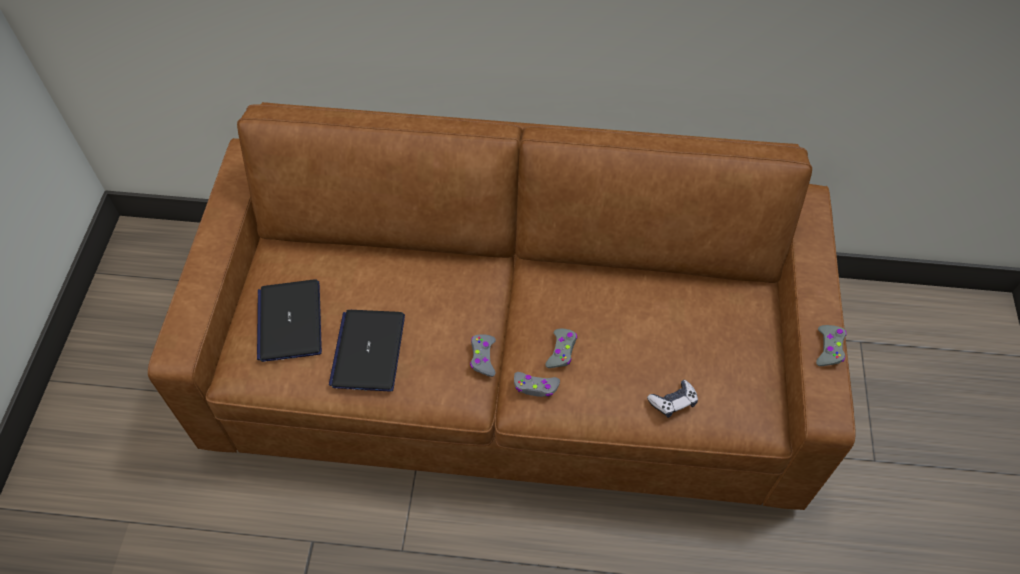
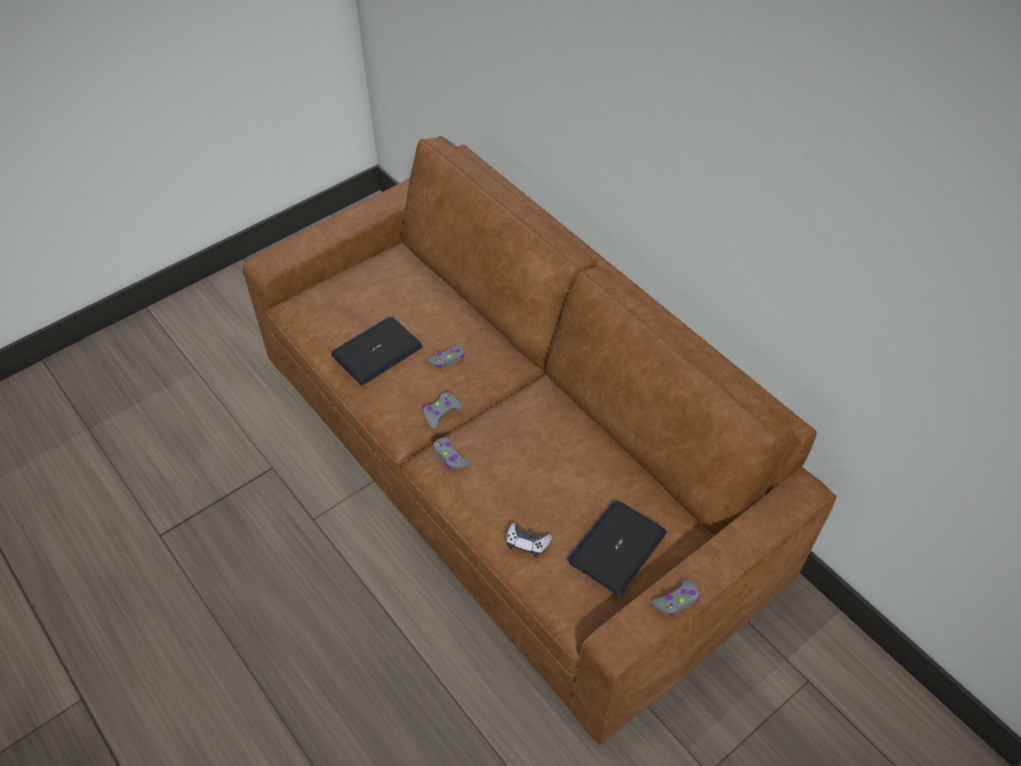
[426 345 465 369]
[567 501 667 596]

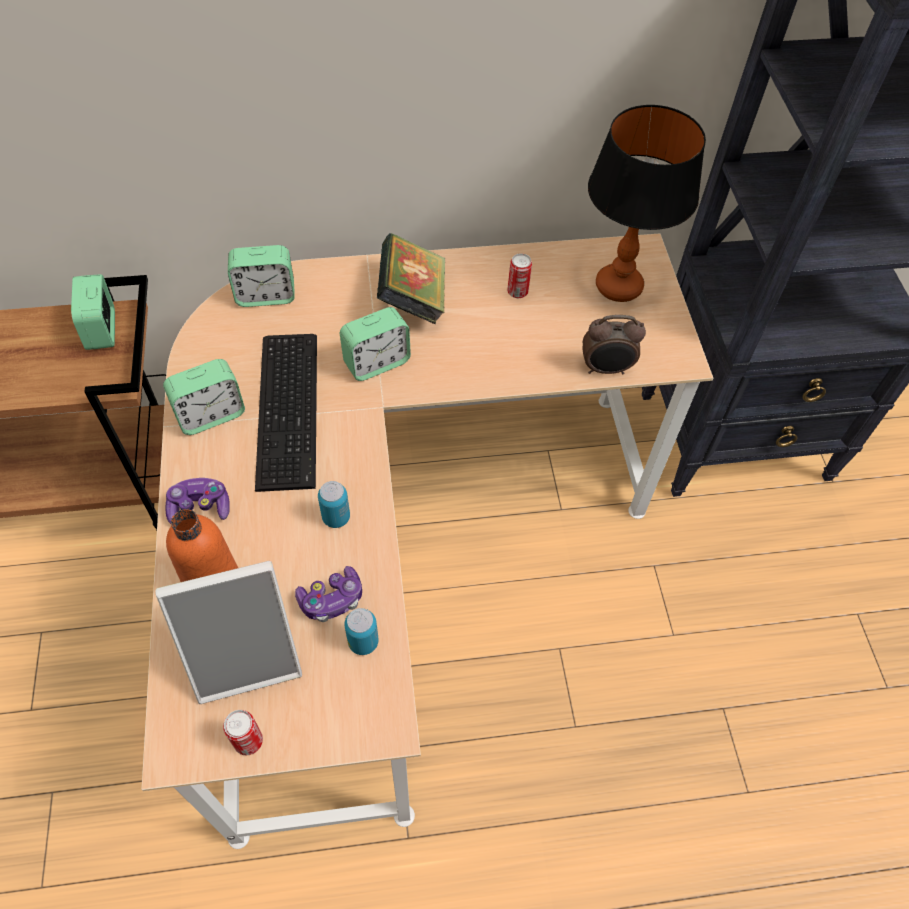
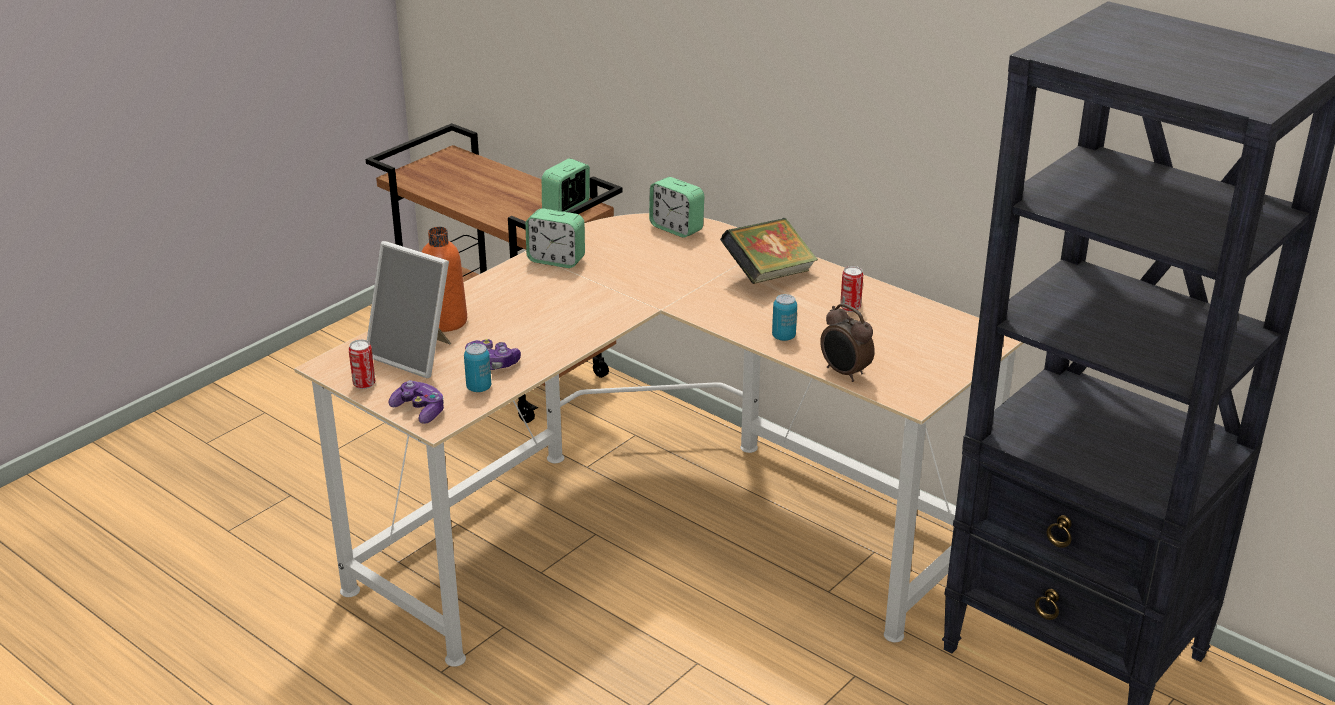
[389 380 444 424]
[772 294 797 341]
[255 334 317 492] (first image)
[340 307 411 381] (first image)
[588 105 706 302] (first image)

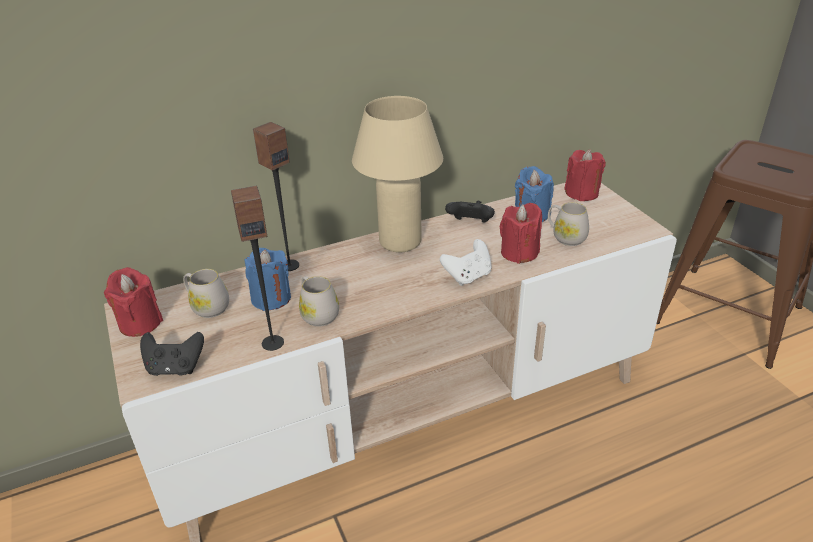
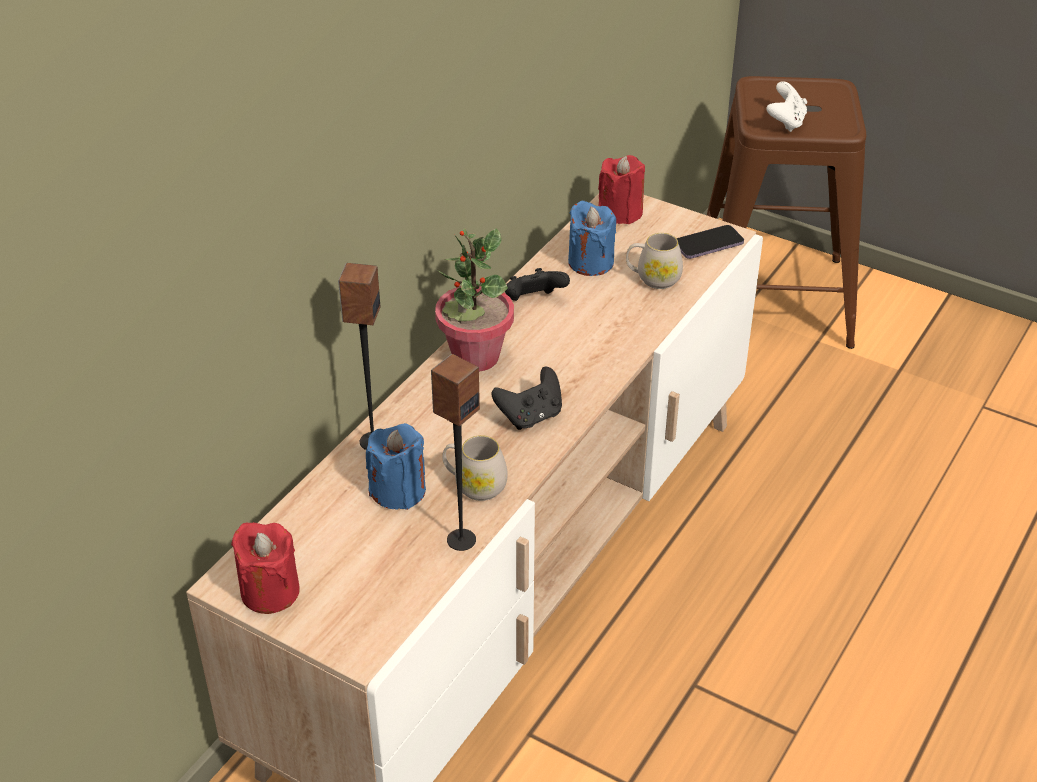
[435 228 514 372]
[492 367 562 430]
[677 225 744 259]
[767 81 807 132]
[183 269 229 318] (first image)
[500 203 542 264] (first image)

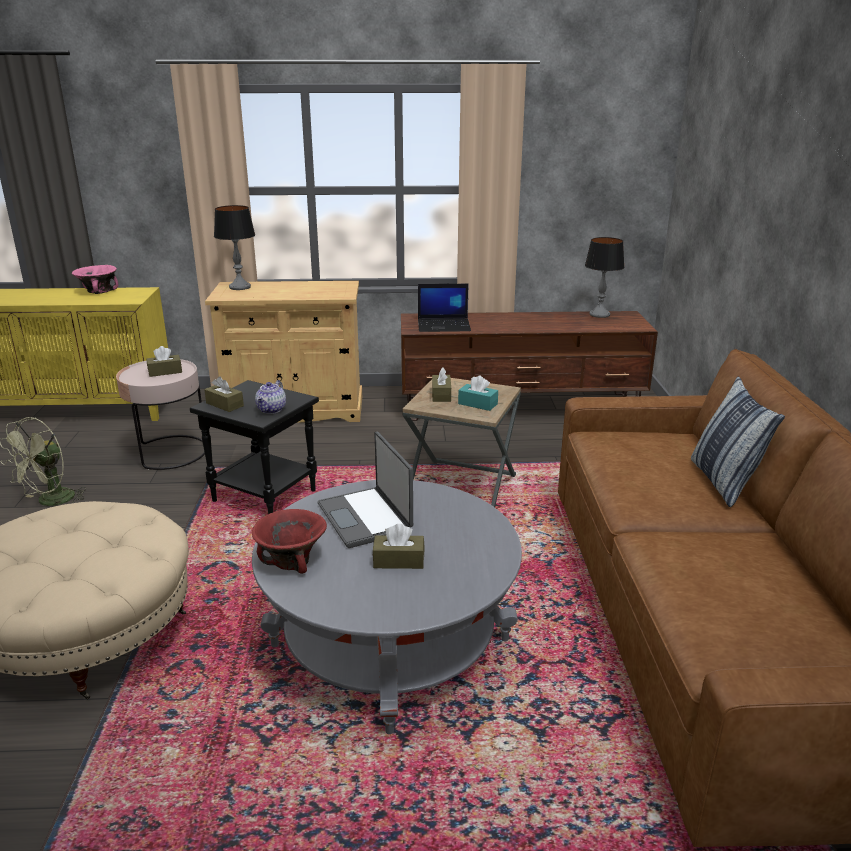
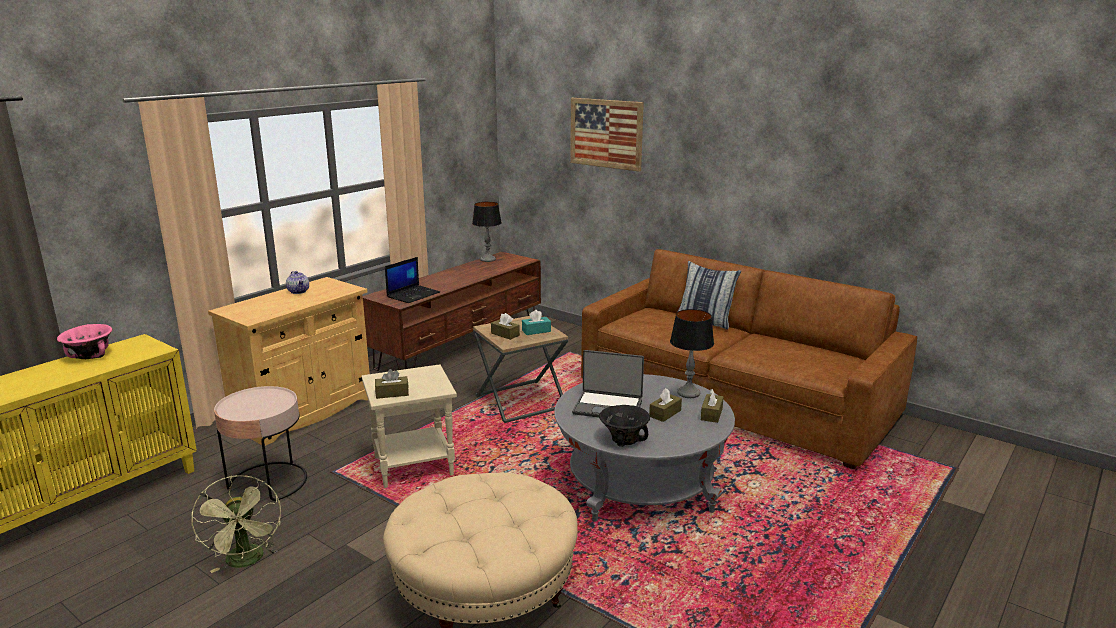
[286 271 309 294]
[361 364 457 488]
[570 98 644 172]
[599 405 650 447]
[670 309 714 398]
[701 389 723 423]

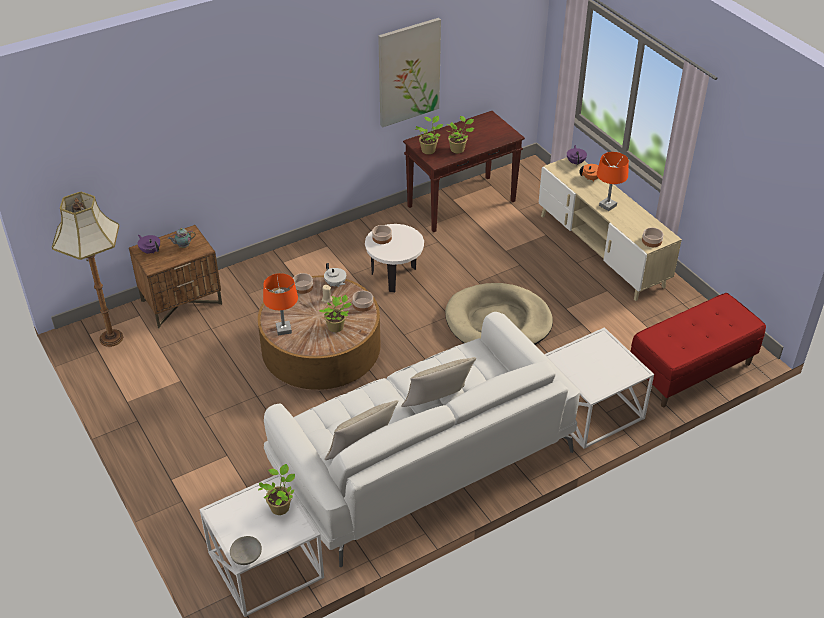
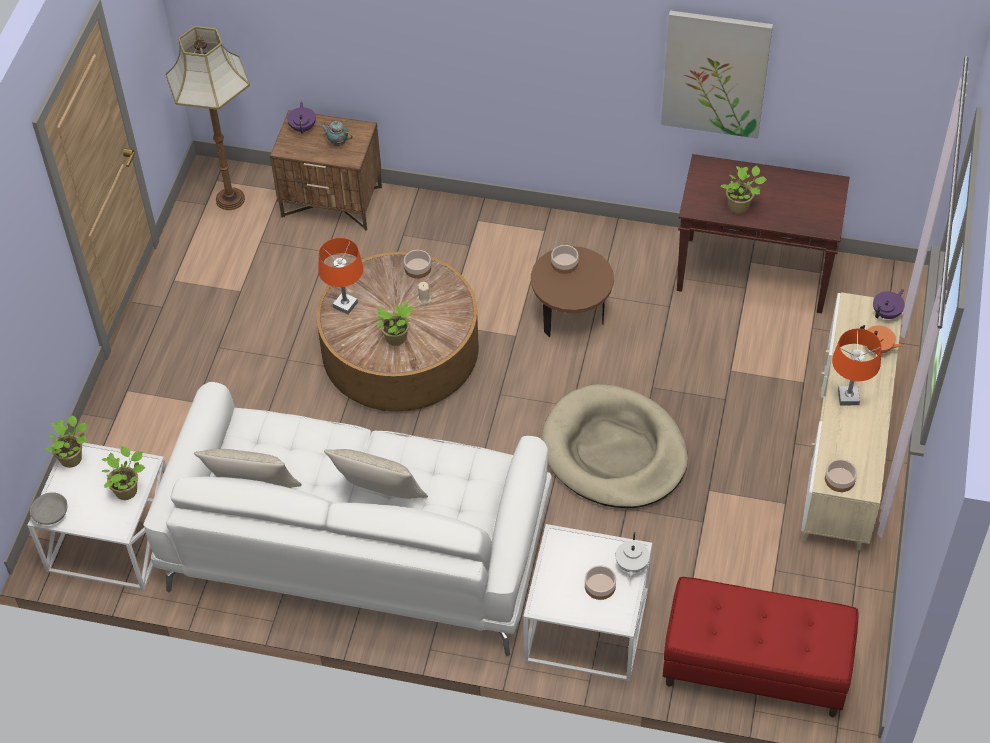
[45 415 88 468]
[531 246 614 337]
[585 565 616 600]
[615 532 650 578]

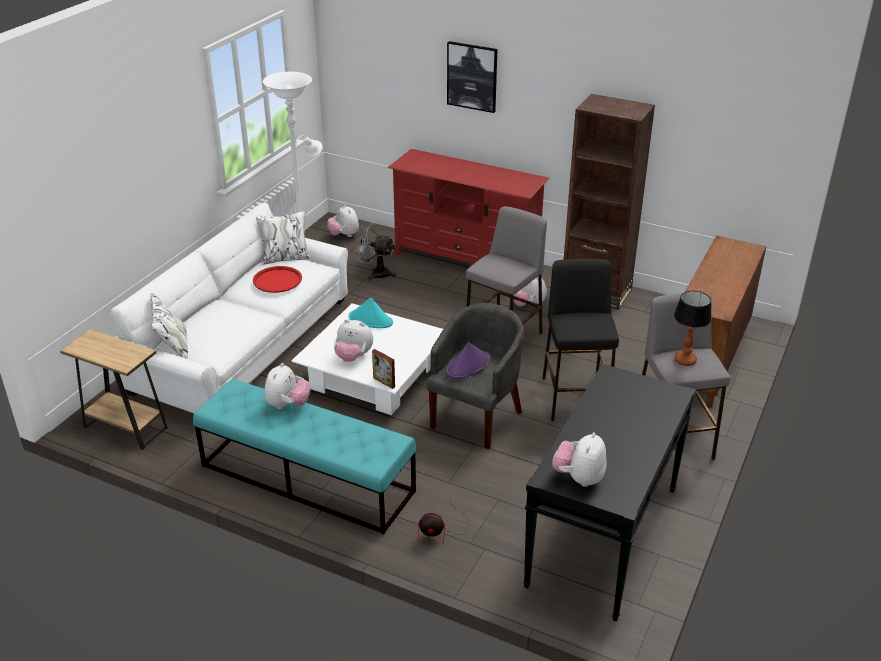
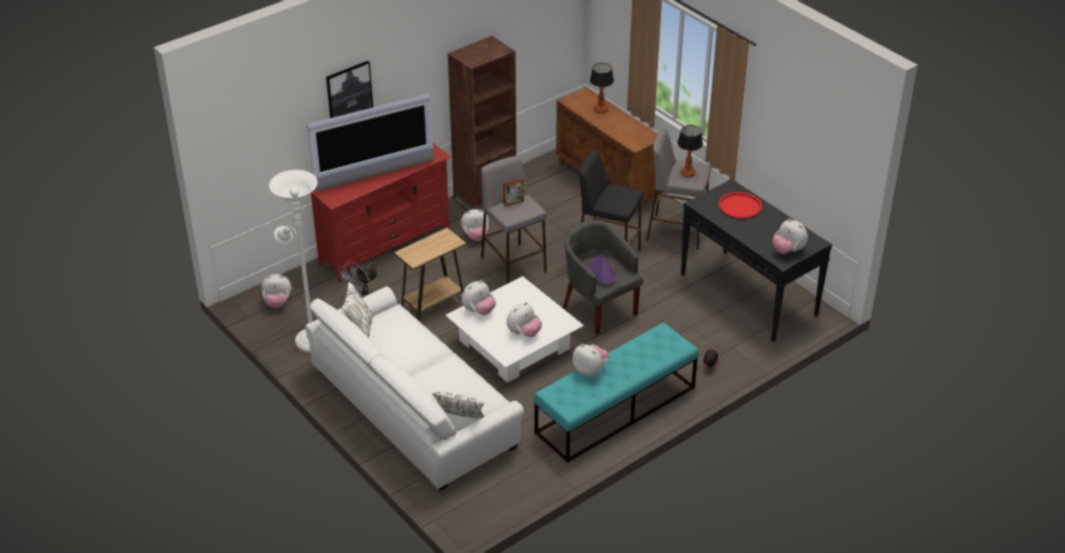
[307 94 434 192]
[394 228 466 322]
[461 280 496 315]
[503 178 524 206]
[590 63 614 113]
[719 192 762 219]

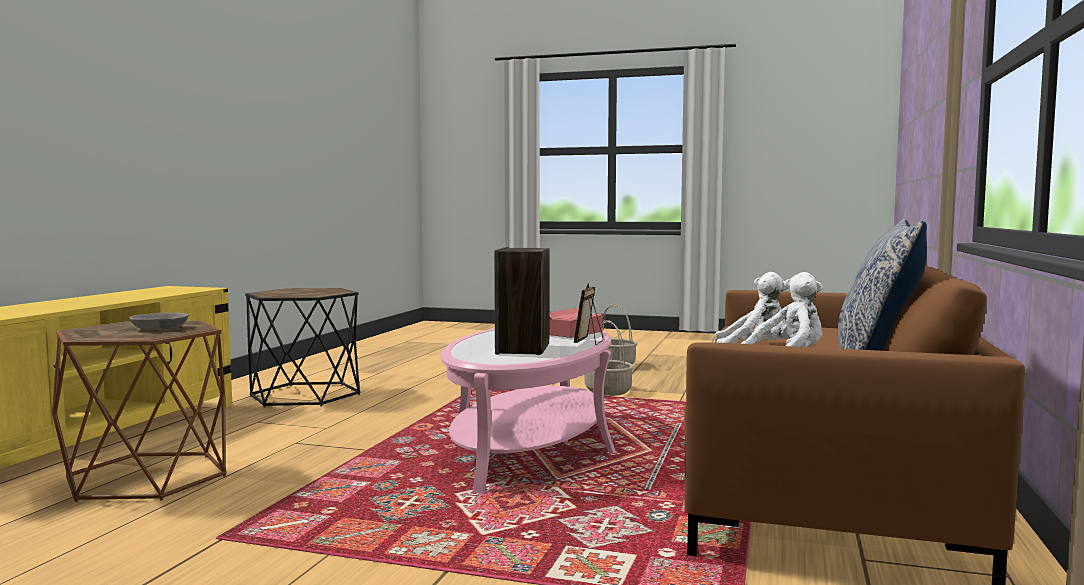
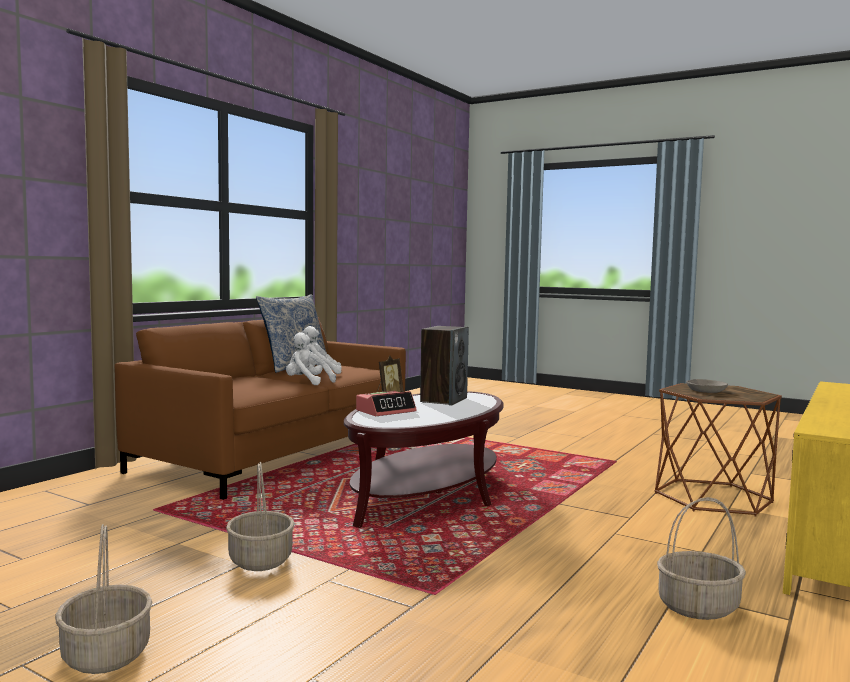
[344 391 504 528]
[657 497 746 620]

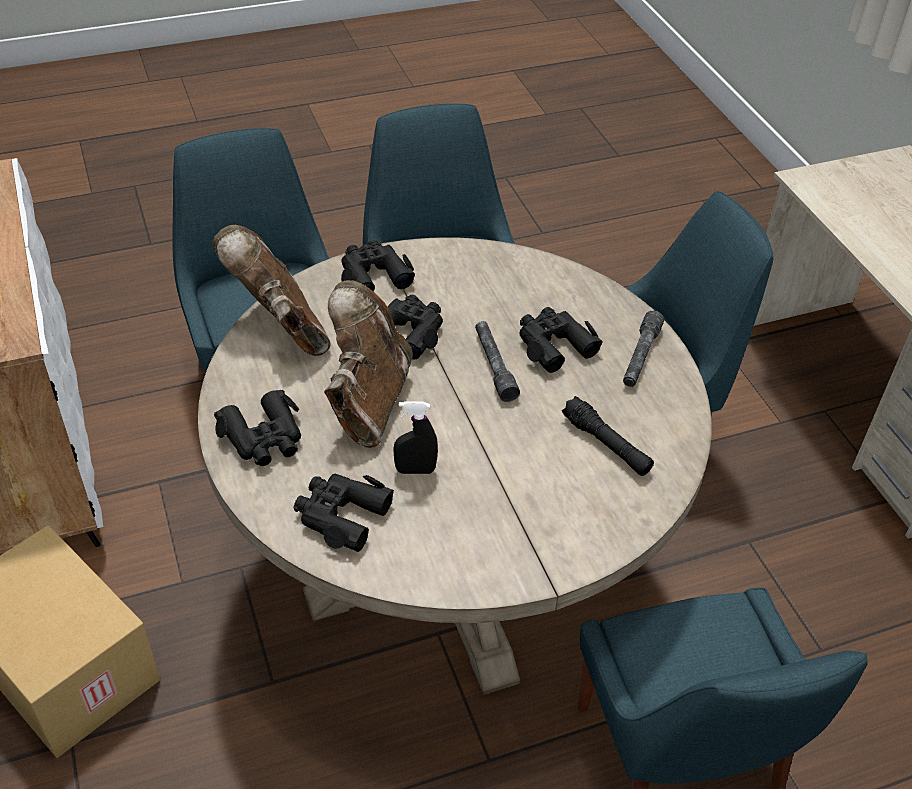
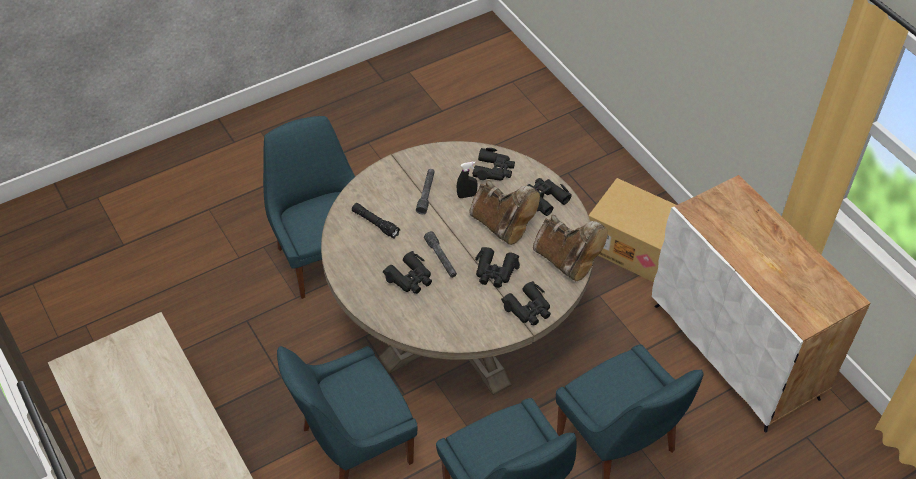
[416 169 435 215]
[469 180 540 245]

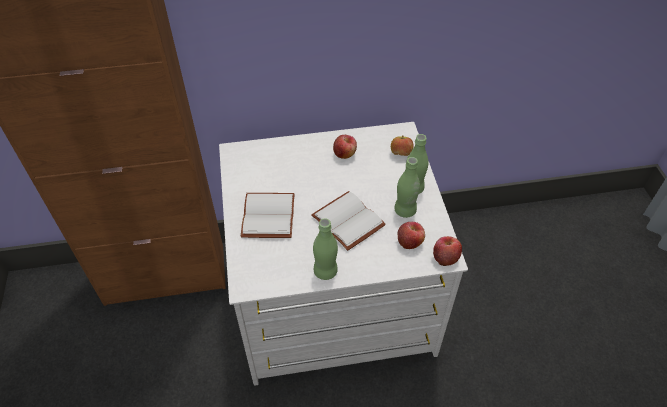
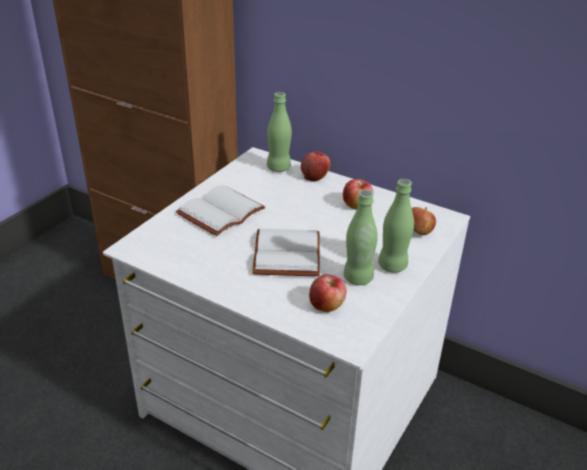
[267 92 292 172]
[301 152 330 182]

